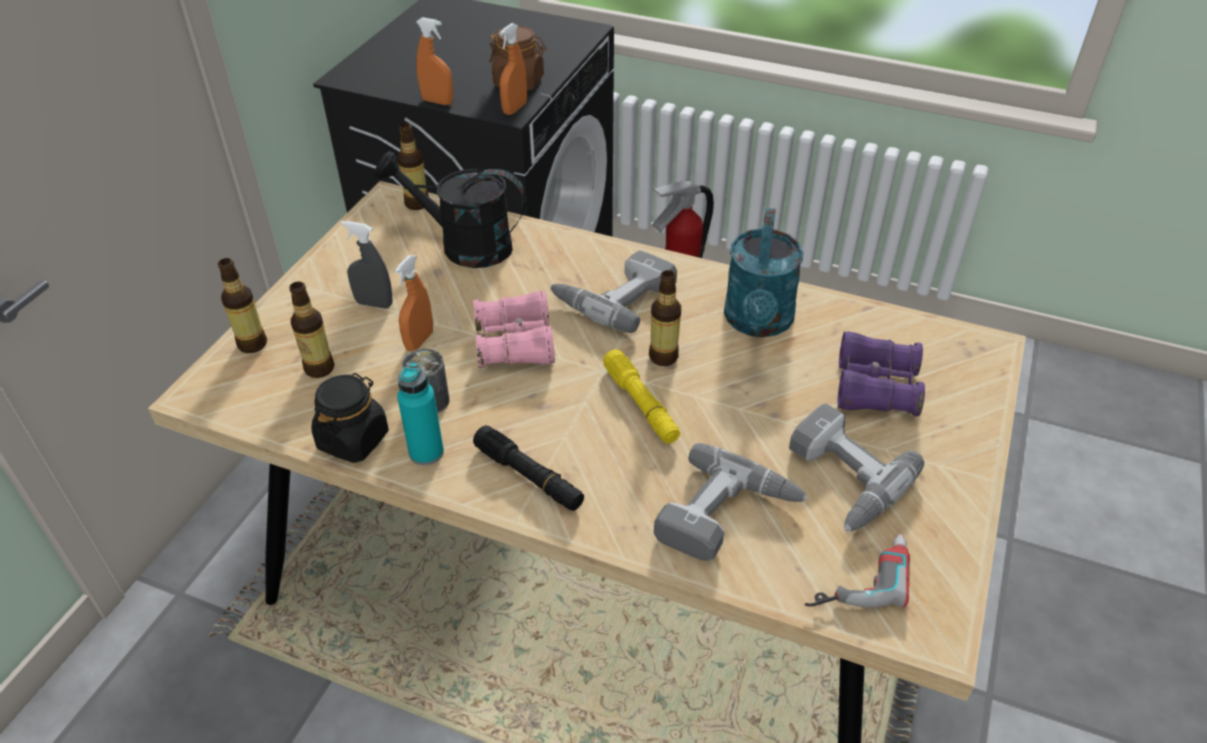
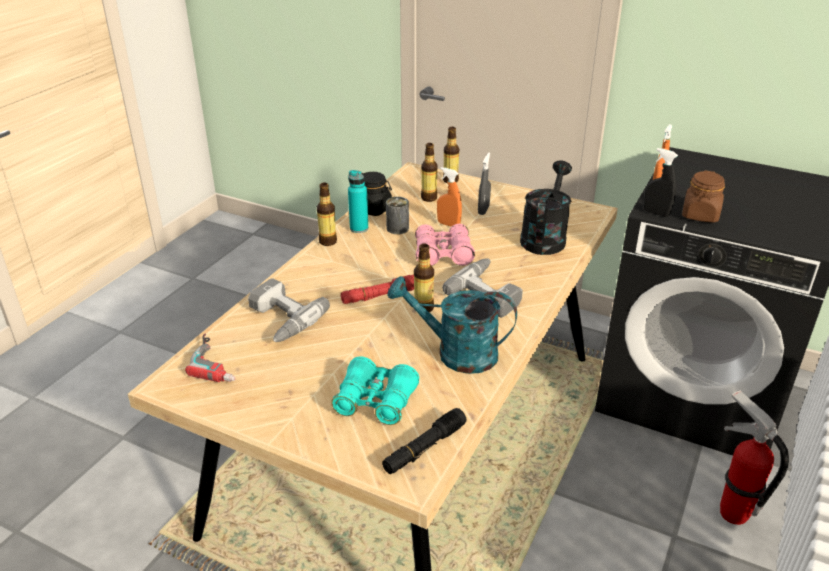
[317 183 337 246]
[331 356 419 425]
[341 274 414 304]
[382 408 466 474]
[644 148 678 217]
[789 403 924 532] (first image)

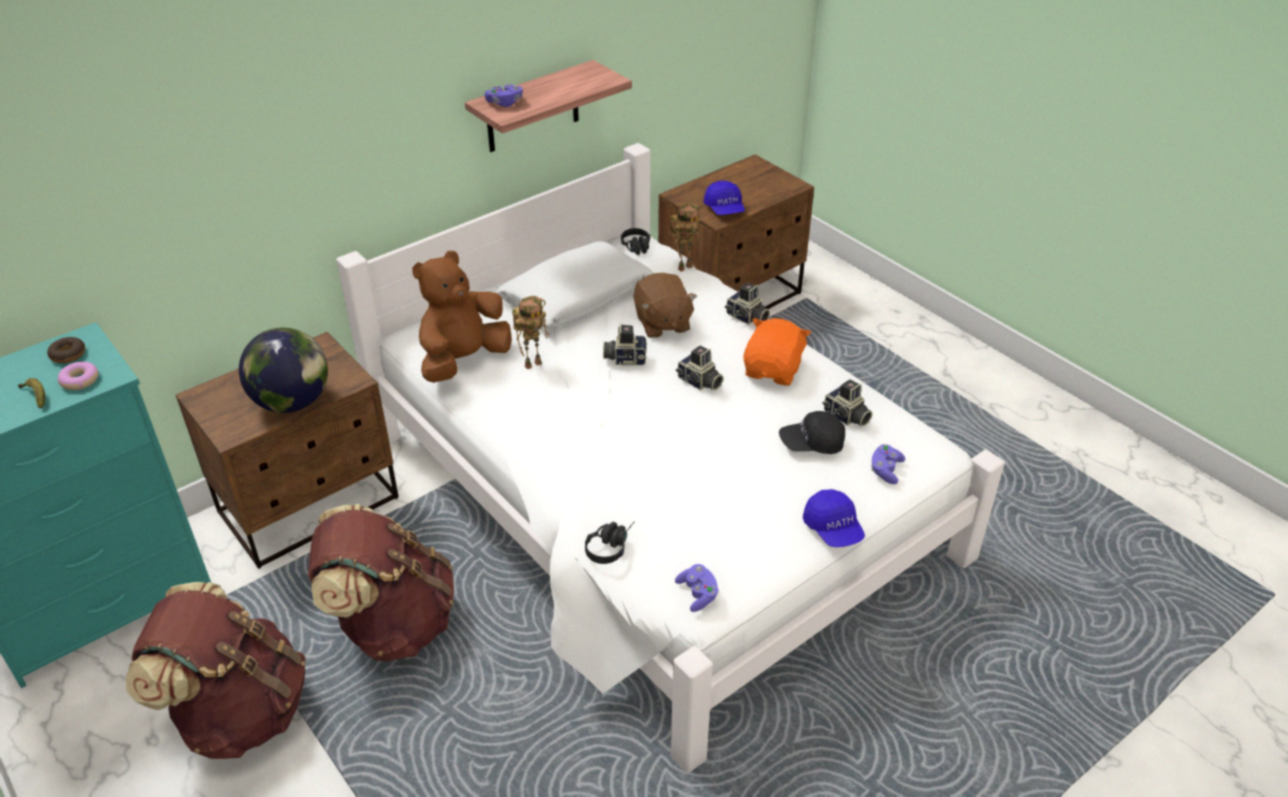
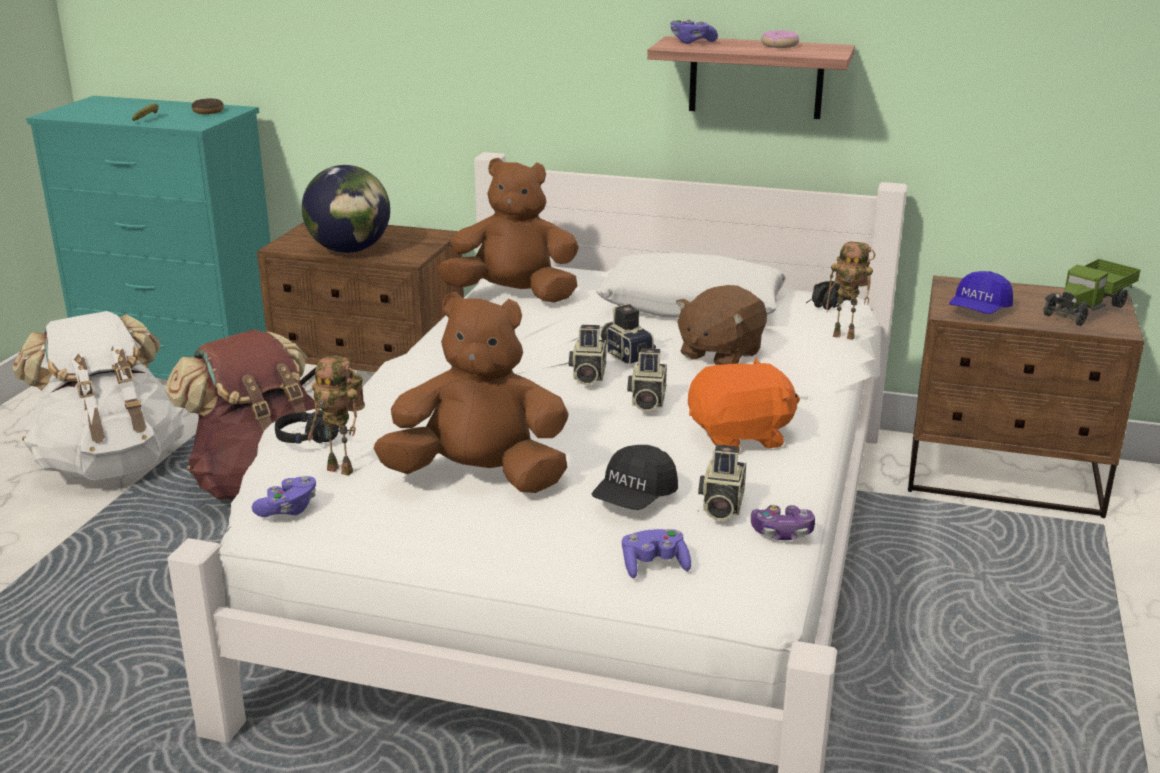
[13 311 184 480]
[308 356 365 476]
[373 292 569 493]
[569 325 606 385]
[592 445 678 510]
[751 505 815 540]
[761 31 799 48]
[1043 259 1141 326]
[803 489 865 547] (first image)

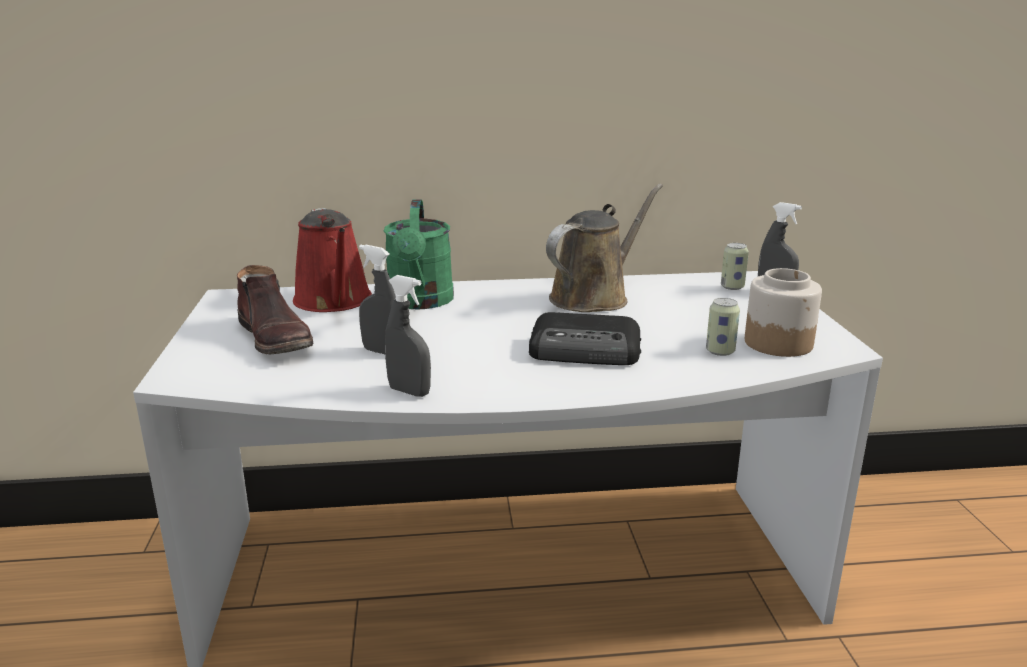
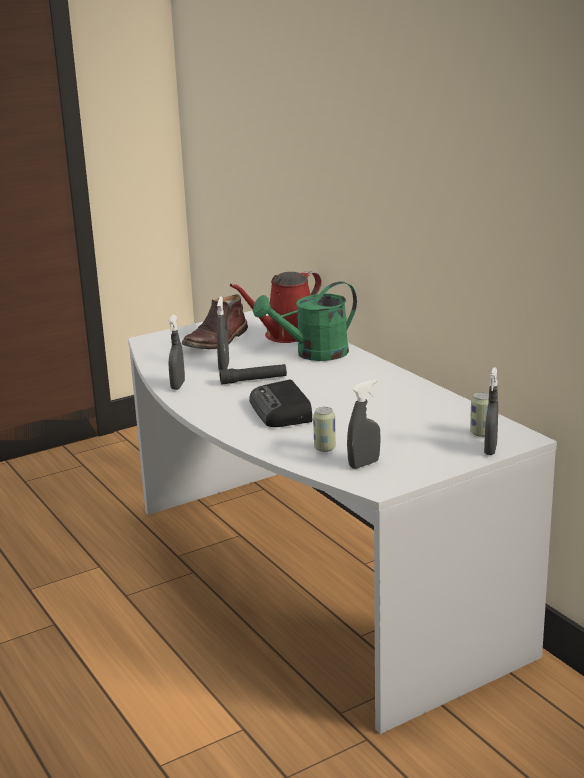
[219 364 287 385]
[347 380 381 469]
[546 184 663 312] (first image)

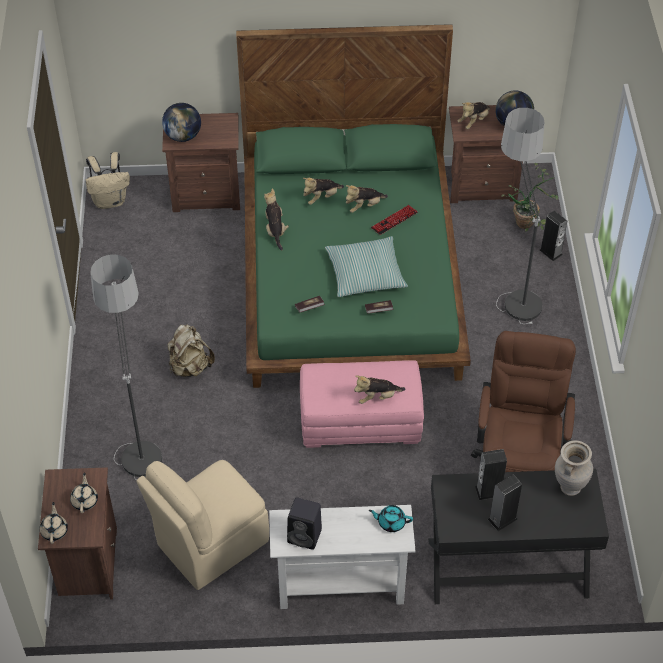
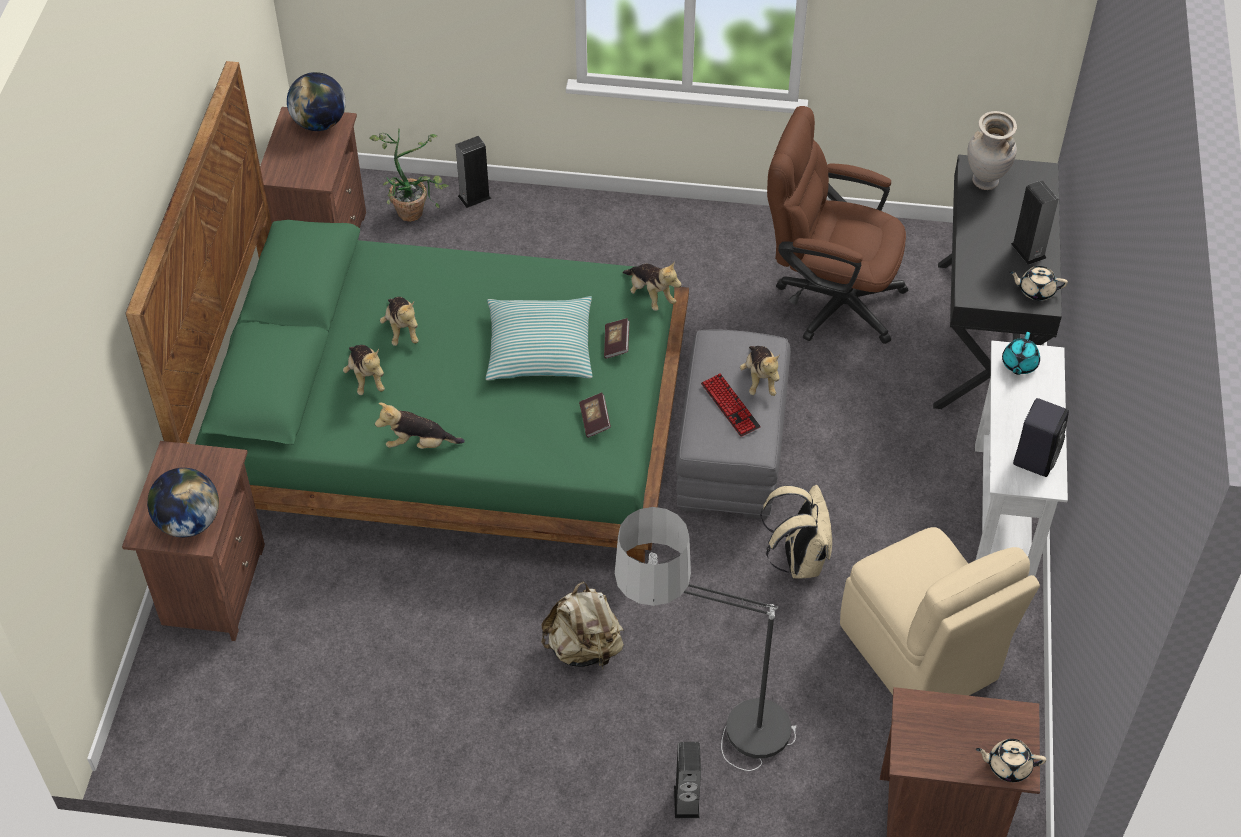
[622 262 682 311]
[674 742 701 818]
[676 329 791 519]
[701 373 761 437]
[760 485 832 578]
[1009 266 1068 301]
[496 108 544 324] (first image)

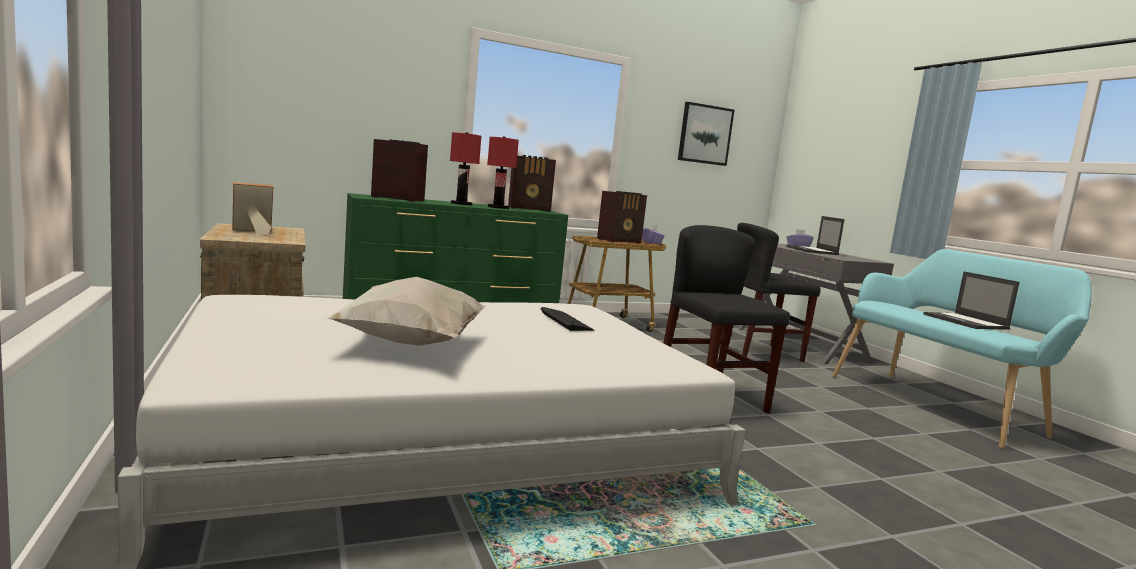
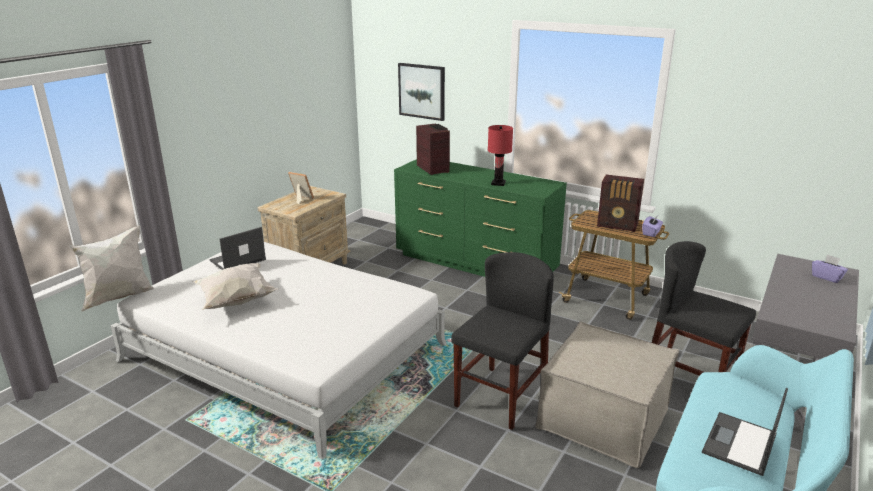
[69 226 154 311]
[210 227 266 270]
[398 63 445 121]
[535 321 679 468]
[450 132 482 205] (first image)
[508 155 556 212] (first image)
[540 307 595 331] (first image)

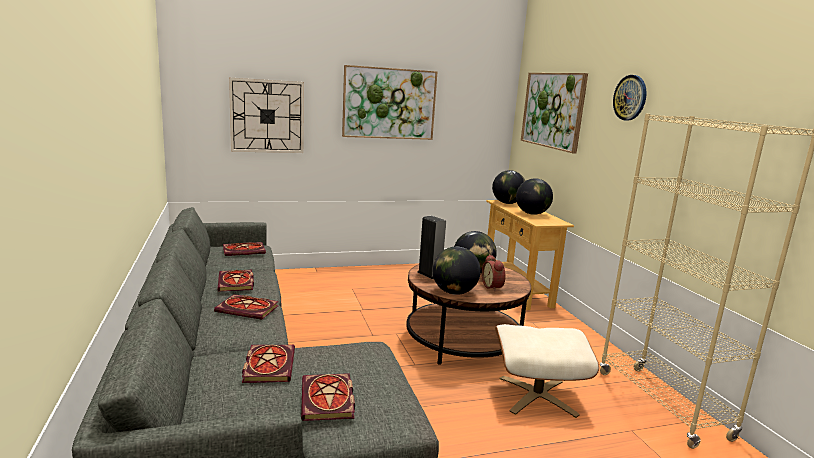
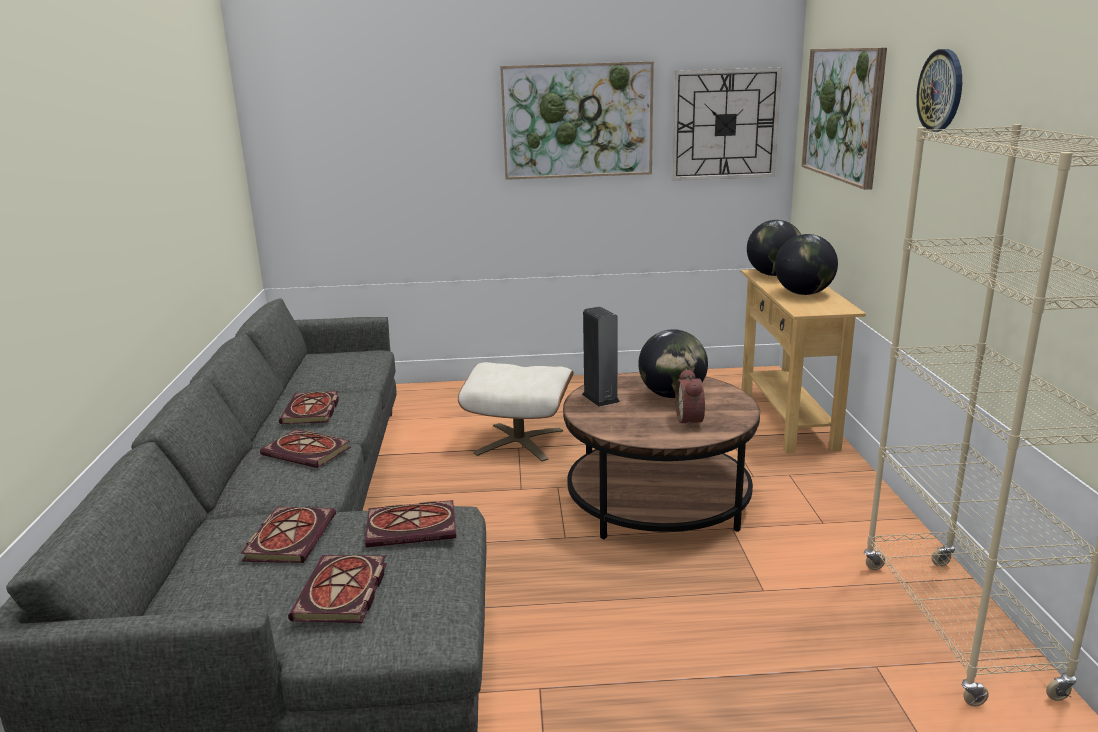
[365 500 456 547]
[458 362 574 462]
[672 68 782 181]
[433 247 481 295] (first image)

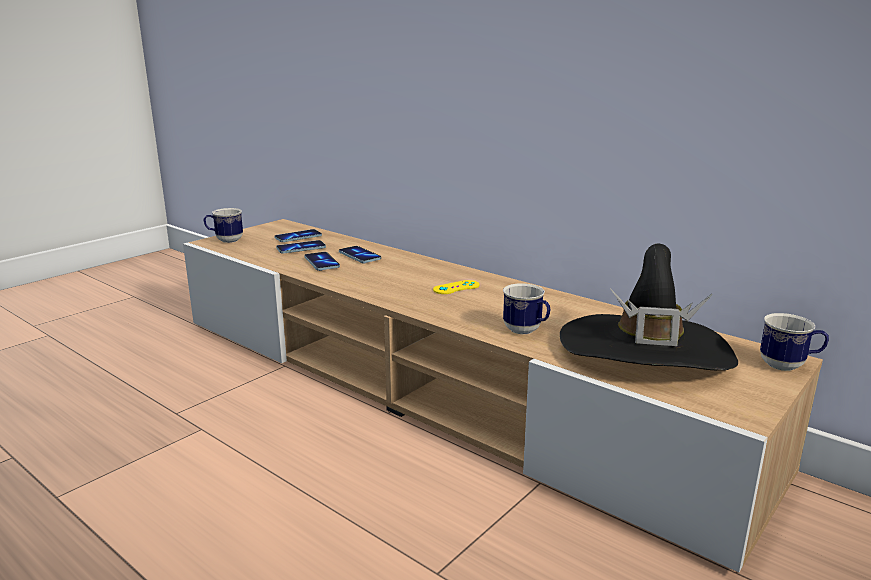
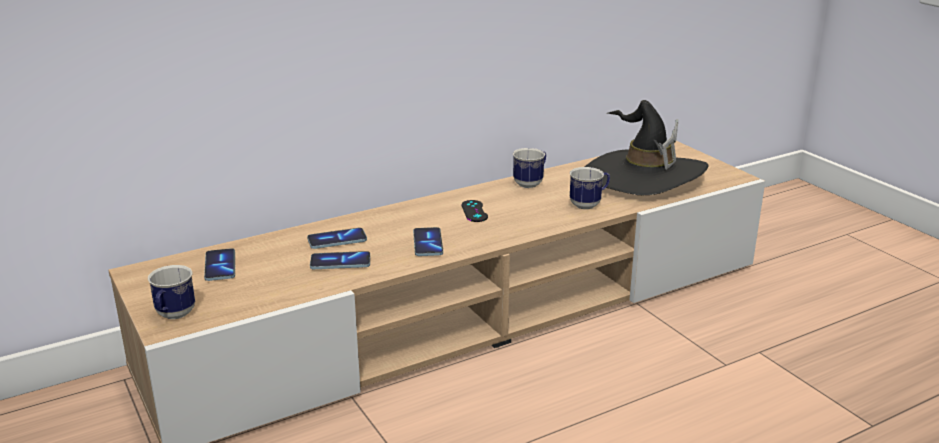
[413 227 443 256]
[462 200 488 222]
[513 148 546 188]

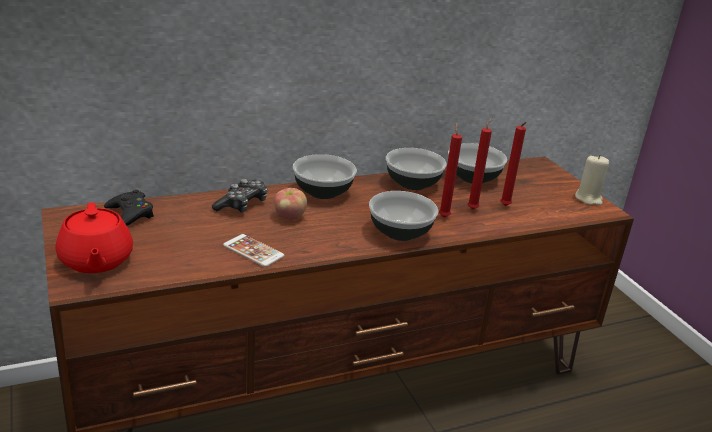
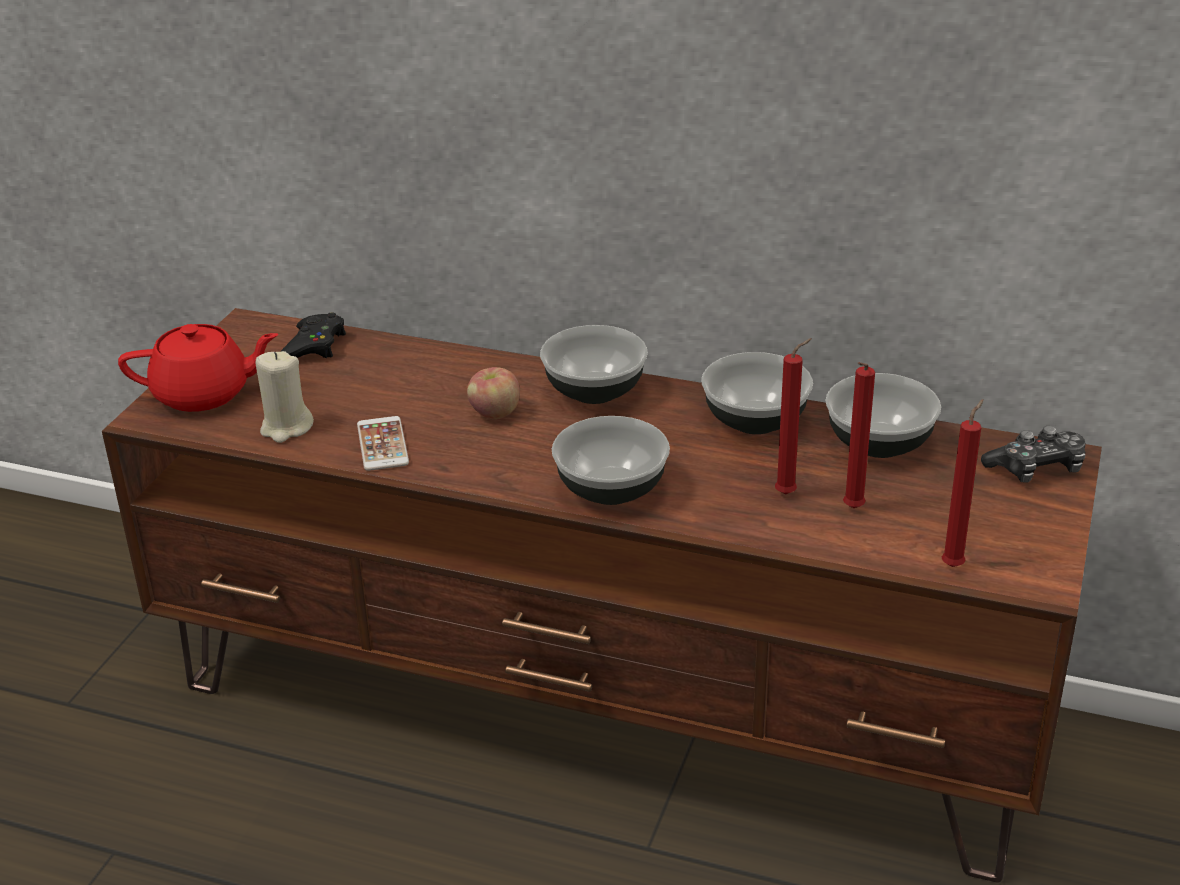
[118 324 279 412]
[256 351 314 443]
[942 399 984 567]
[981 426 1086 483]

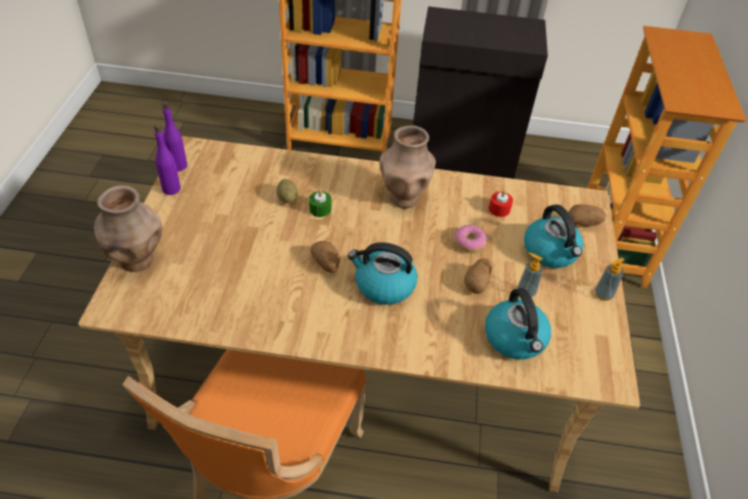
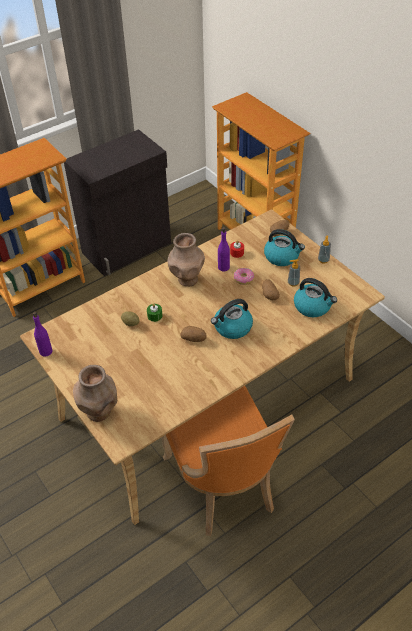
[218 227 230 271]

